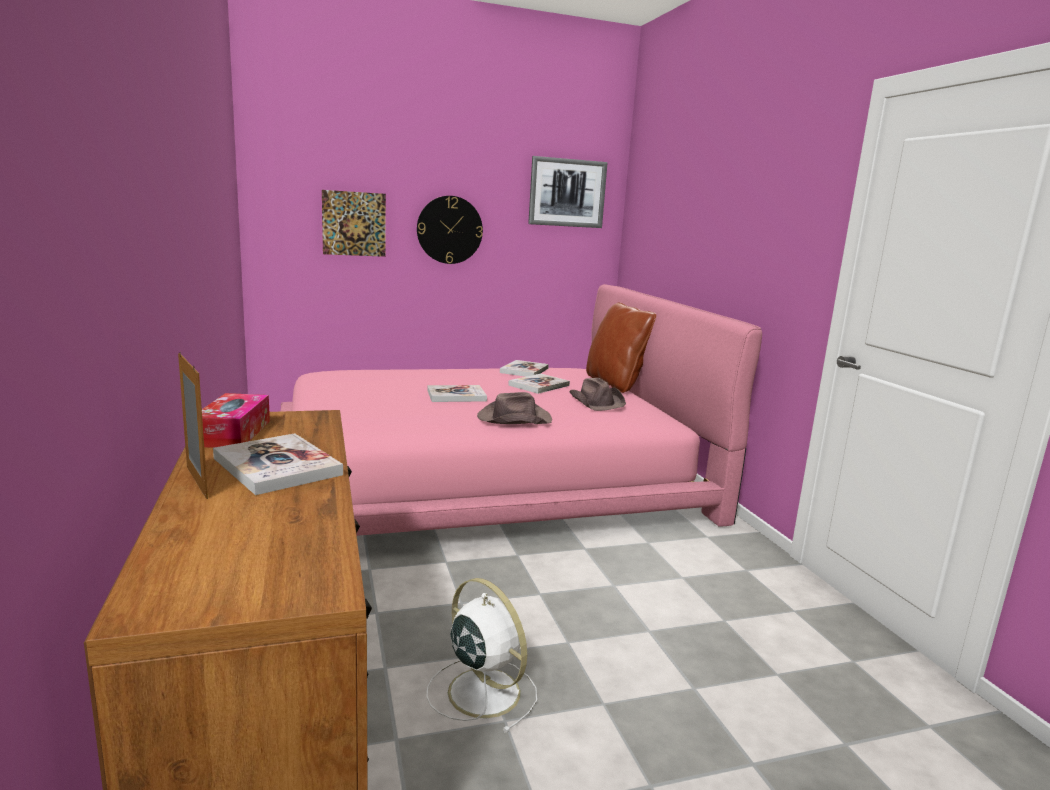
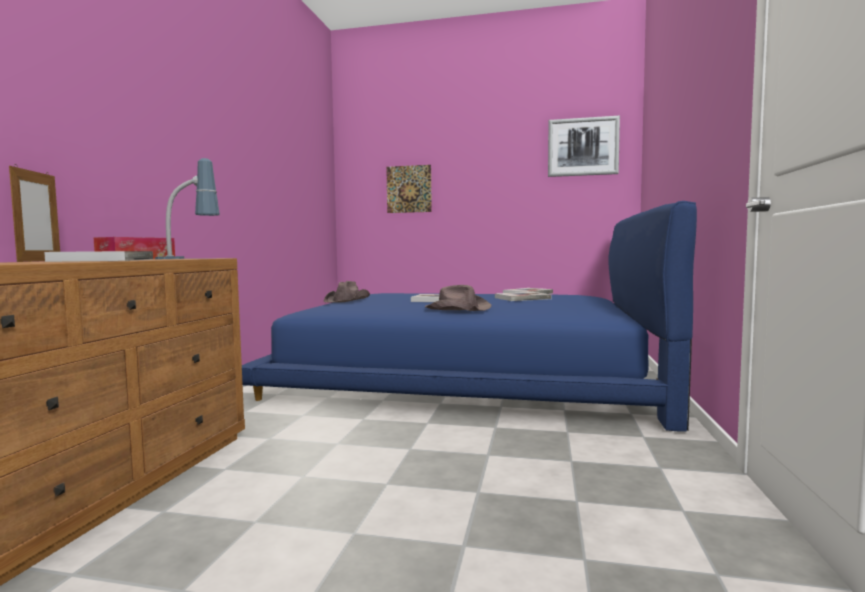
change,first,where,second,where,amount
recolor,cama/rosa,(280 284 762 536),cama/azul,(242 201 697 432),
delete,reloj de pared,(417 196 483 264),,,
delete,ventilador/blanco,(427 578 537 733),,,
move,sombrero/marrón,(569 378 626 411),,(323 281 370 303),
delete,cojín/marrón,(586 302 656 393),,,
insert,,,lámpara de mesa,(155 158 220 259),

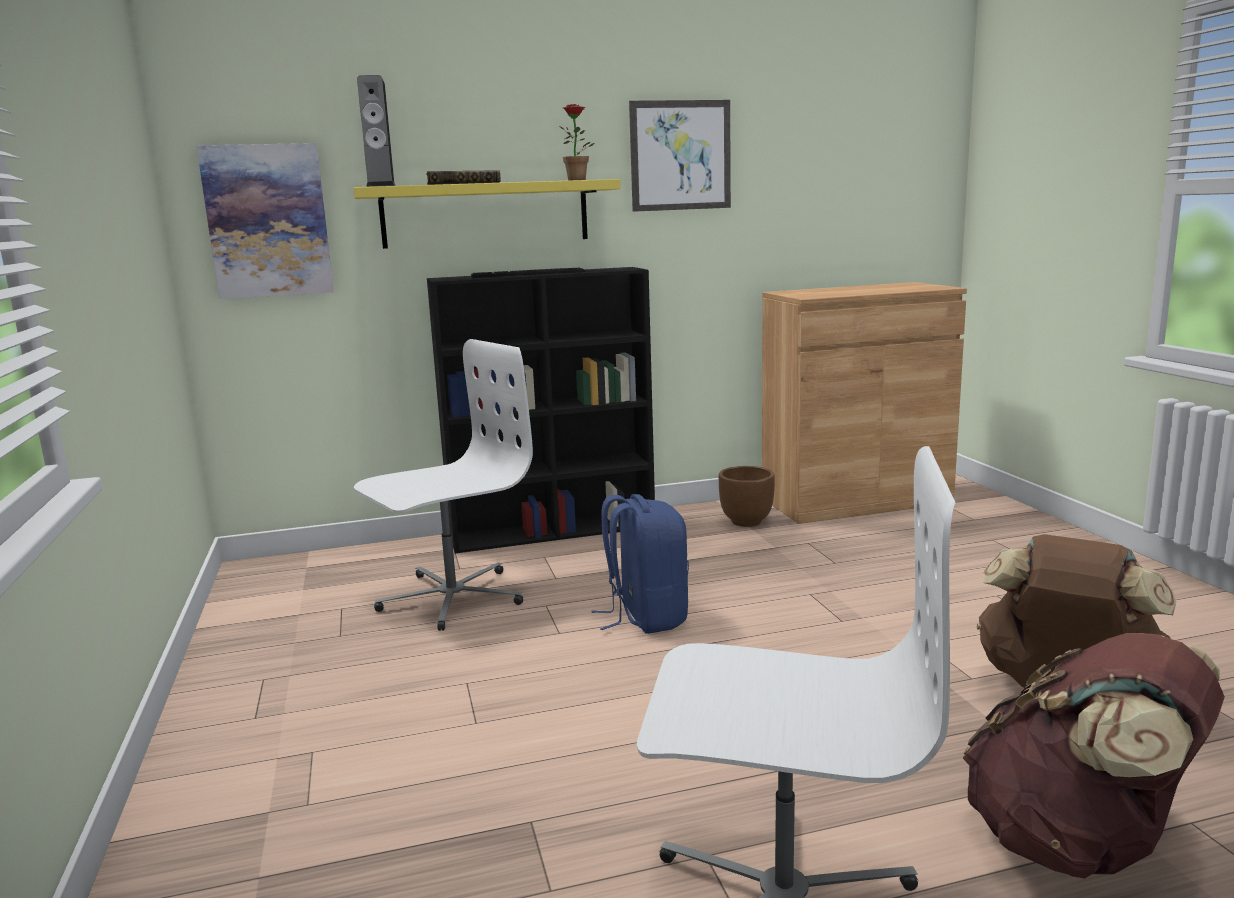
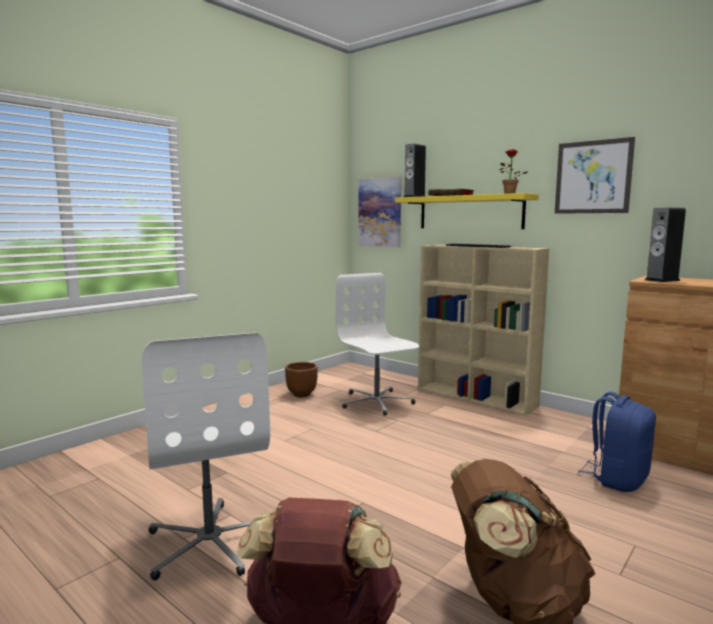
change,first,where,second,where,amount
rotate,silla de oficina/blanco,(354 339 533 631),,(336 273 420 416),135 degrees counterclockwise
recolor,estantería/negro,(427 267 655 553),estantería/beis,(418 245 549 416),
move,mochila/azul,(591 494 689 634),,(578 391 656 492),
move,maceta/marrón,(719 466 775 527),,(285 362 318 397),
insert,,,altavoz,(645 208 686 282),

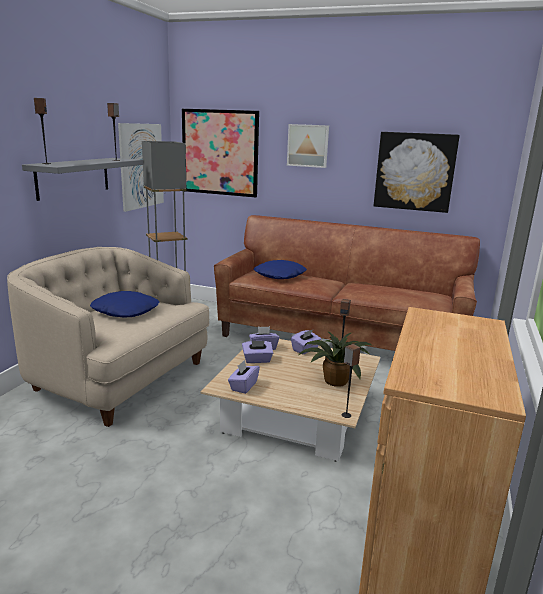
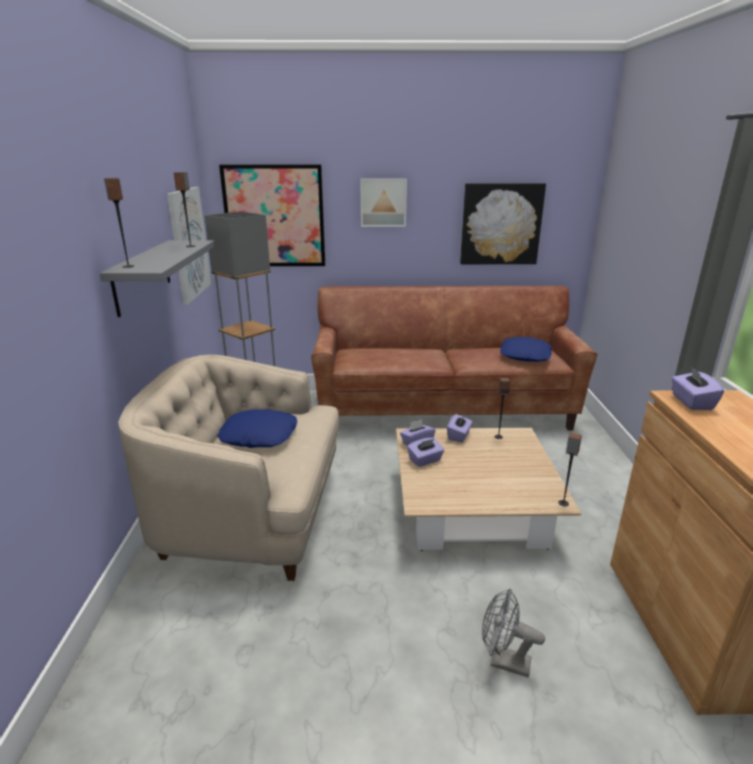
change,first,where,second,where,amount
move,caja de pañuelos/morado,(228 360 260 394),,(672 366 724 410),
move,cojín/azul,(254 260 307 279),,(500 337 552 362),
delete,planta en maceta,(299 331 373 387),,,
insert,,,ventilador/gris,(482 589 545 677),

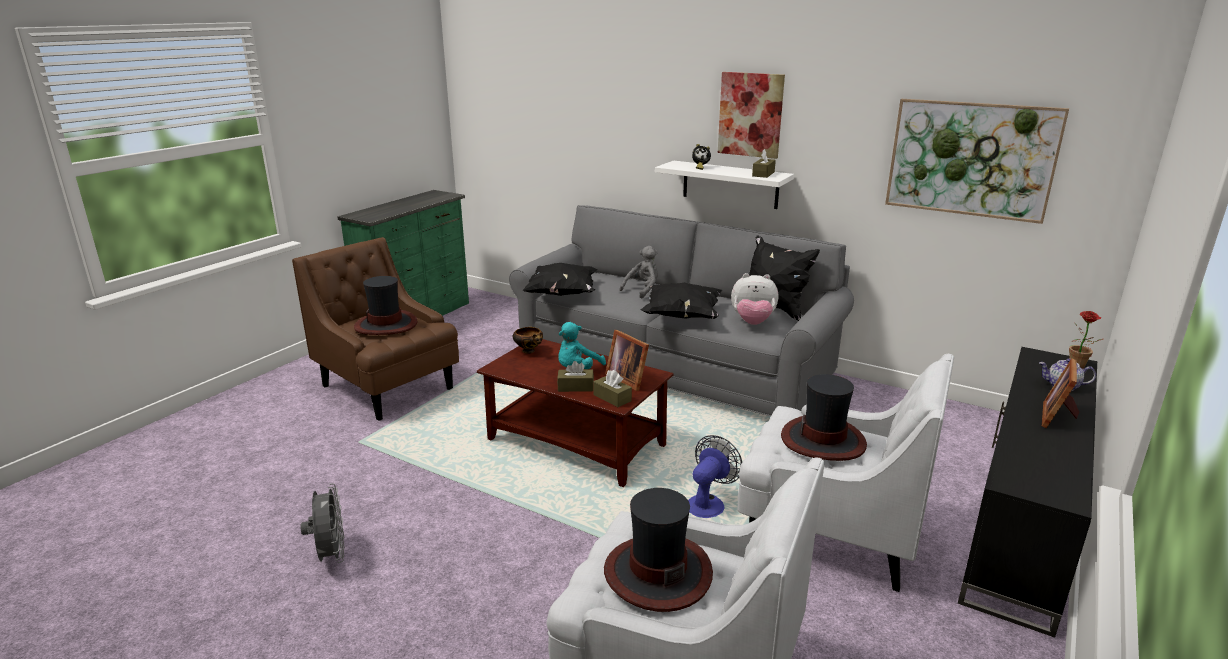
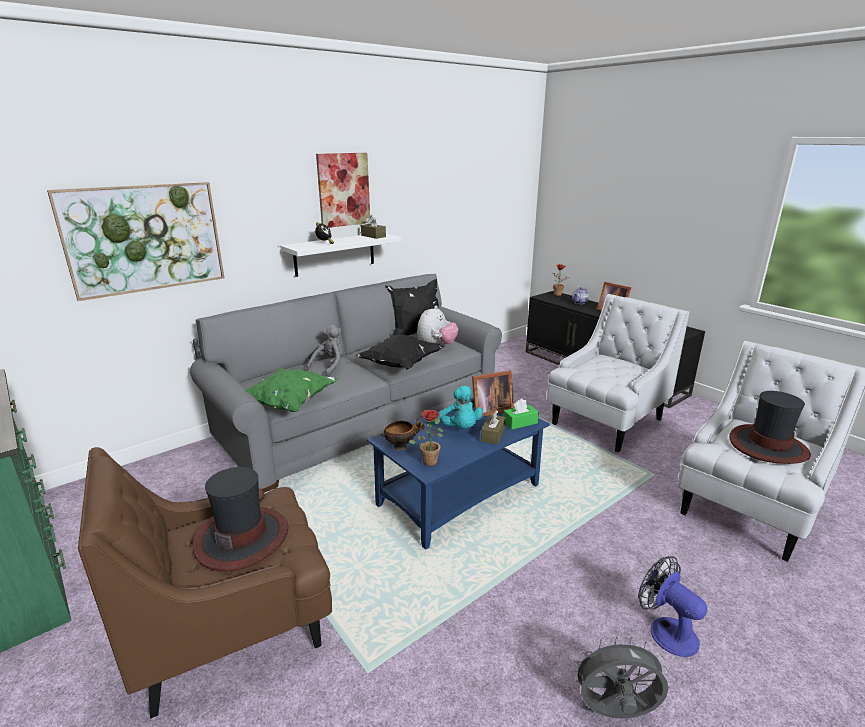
change,first,where,second,where,amount
recolor,mesa de centro/marrón,(477 339 674 487),mesa de centro/azul,(367 398 550 550),
recolor,cojín/negro,(523 263 598 296),cojín/verde,(245 368 339 412),
recolor,caja de pañuelos/marrón,(593 370 632 407),caja de pañuelos/verde,(503 399 539 430),
rotate,peluche/gris,(619 246 658 299),,(306 325 344 377),60 degrees clockwise
move,ventilador,(688 435 742 518),,(638 556 707 657),
delete,sombrero,(781 374 867 461),,,
move,cuadro,(885 99 1069 224),,(47 182 224 301),
insert,,,planta en maceta,(409 410 443 466),

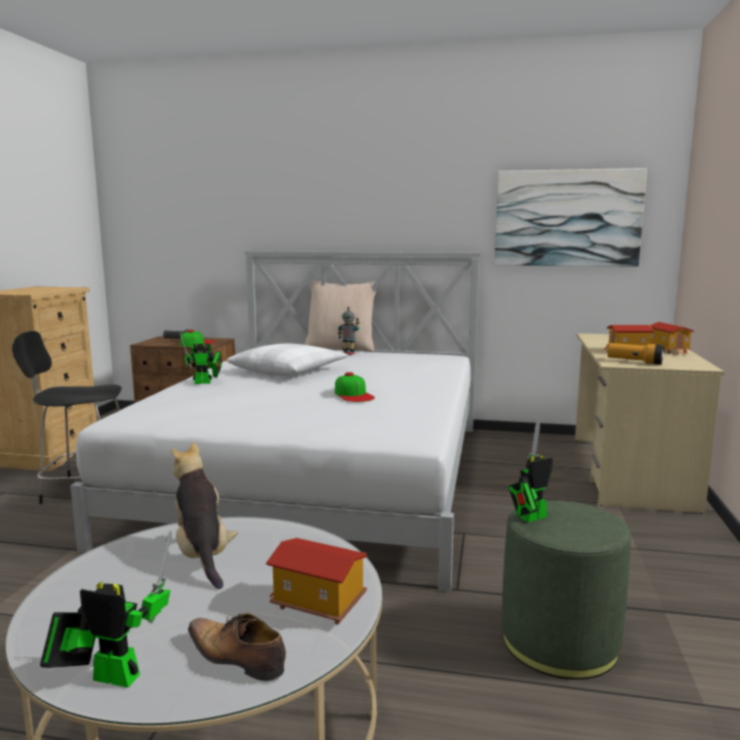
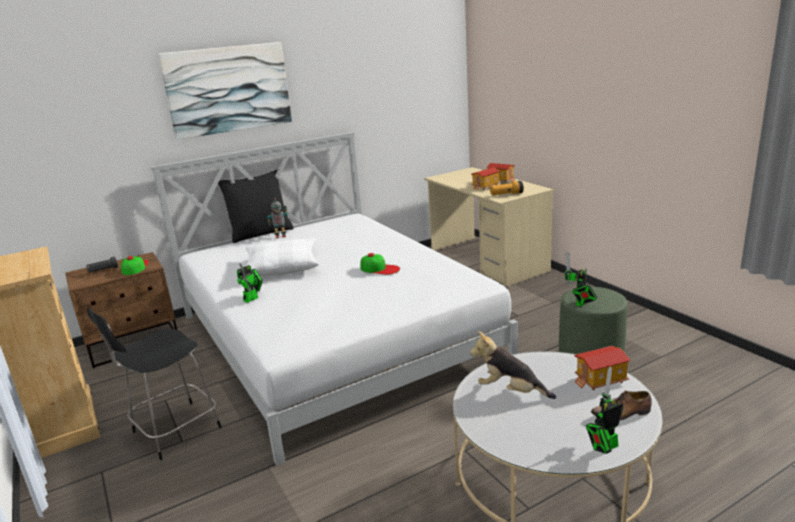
change,first,where,second,where,amount
recolor,cojín/beis,(304 280 377 352),cojín/negro,(218 170 294 243),
move,cuadro,(495 168 647 267),,(158 42 292 140),

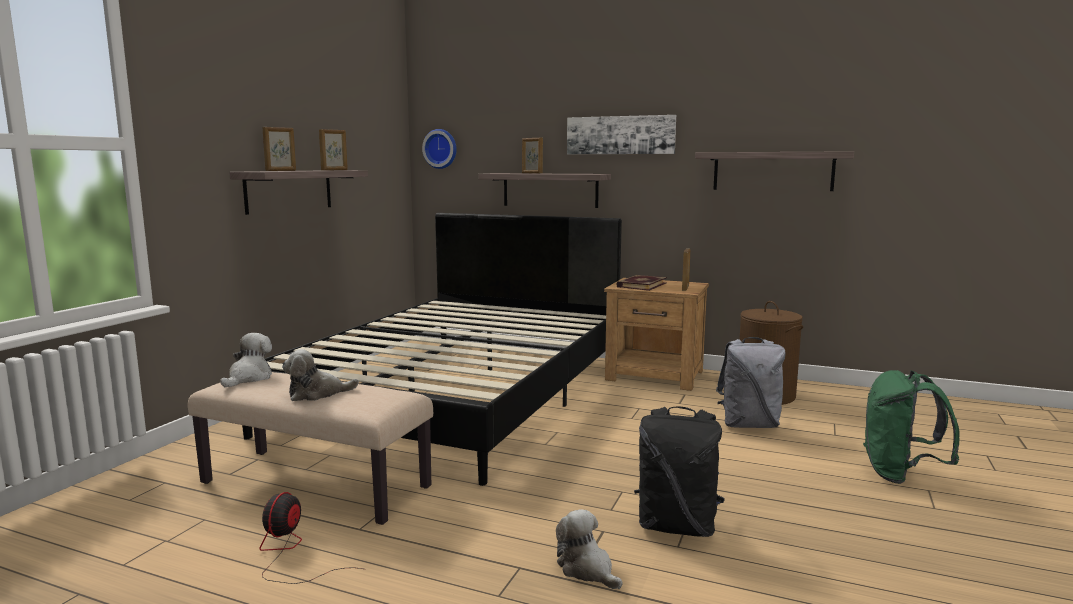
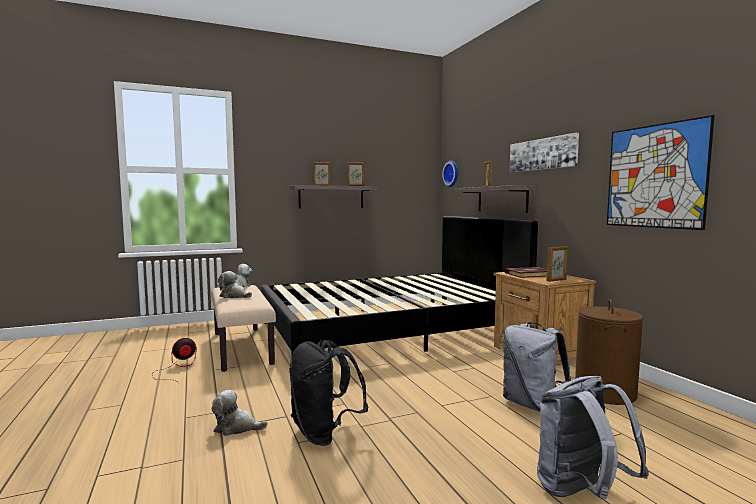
change,first,where,second,where,amount
rotate,peluche,(556 510 622 589),,(212 390 268 436),90 degrees counterclockwise
replace,estante,(695 151 854 191),cuadro,(607 115 715 230),
recolor,mochila/verde,(863 370 960 484),mochila/gris,(537 376 649 500),

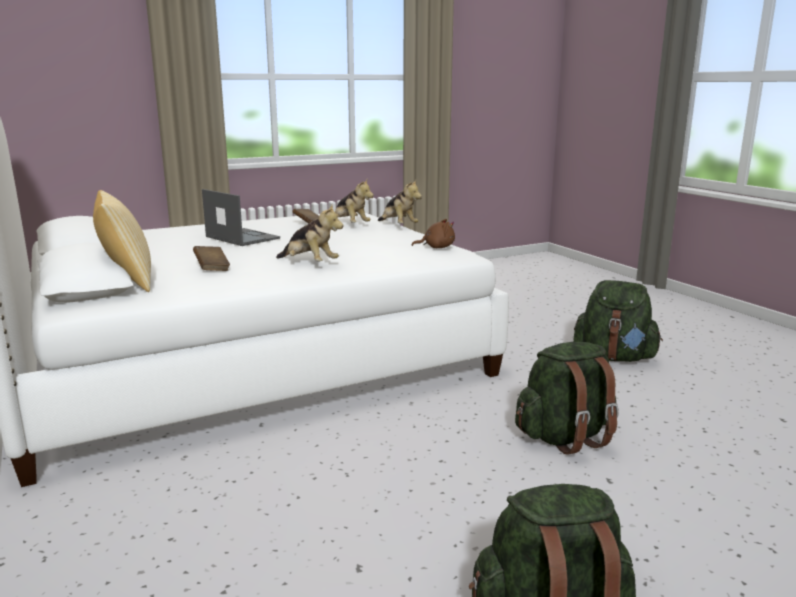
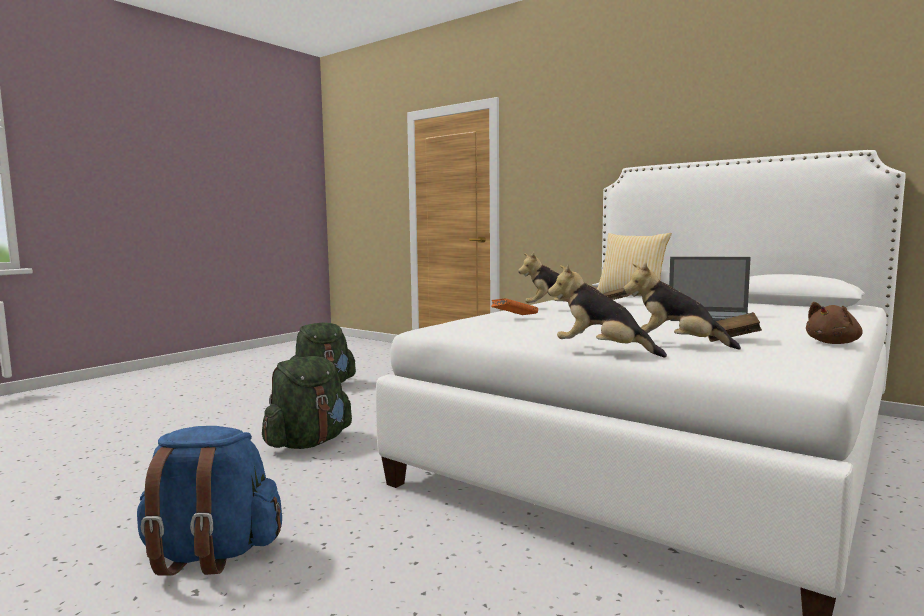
change,first,where,second,where,amount
move,peluche/marrón,(412 219 455 248),,(806 302 863 344),
recolor,mochila/verde,(574 280 663 362),mochila/azul,(137 426 282 576),
insert,,,libro/naranja,(491 298 538 315),

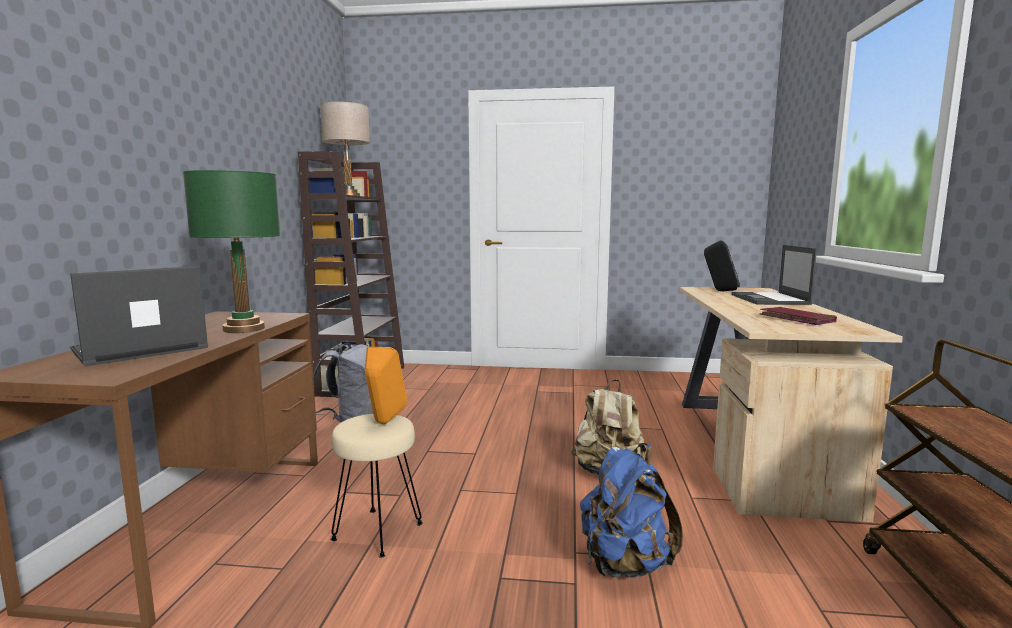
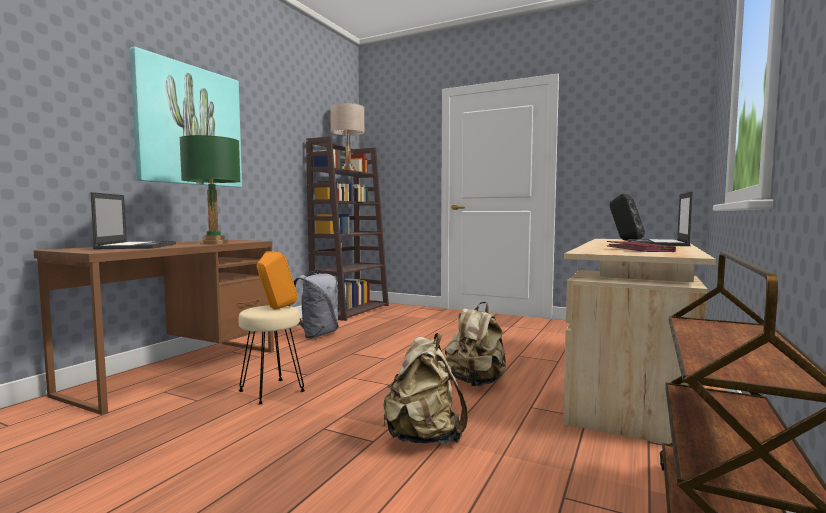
change,first,where,second,where,amount
rotate,portátil,(70 266 208 366),,(91 192 176 249),105 degrees clockwise
recolor,mochila/azul,(580 443 683 578),mochila/beis,(383 333 468 444),
insert,,,cuadro,(130 47 242 187),

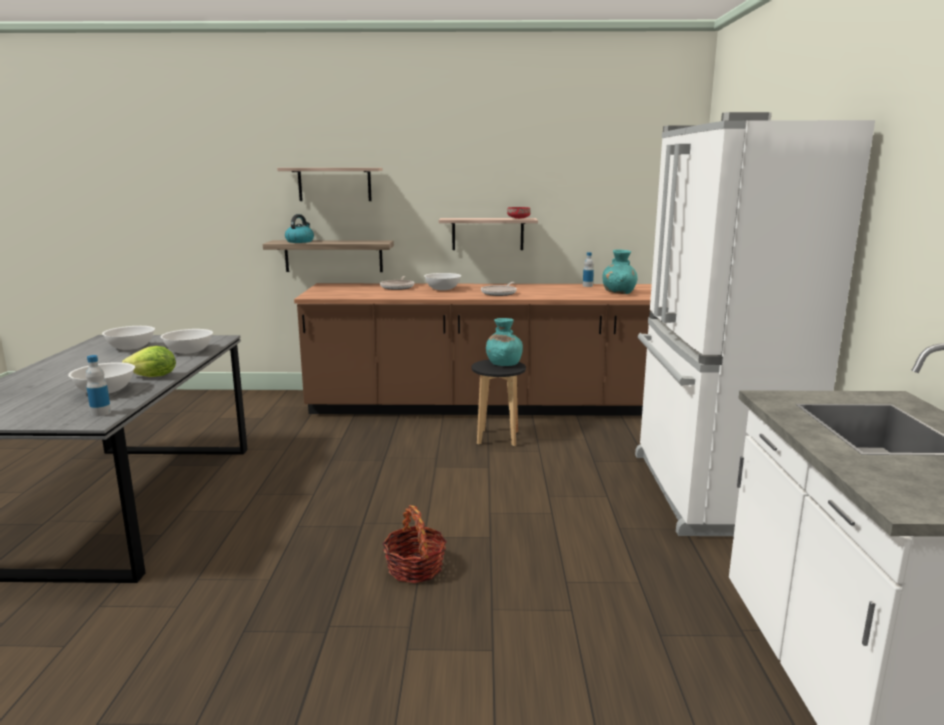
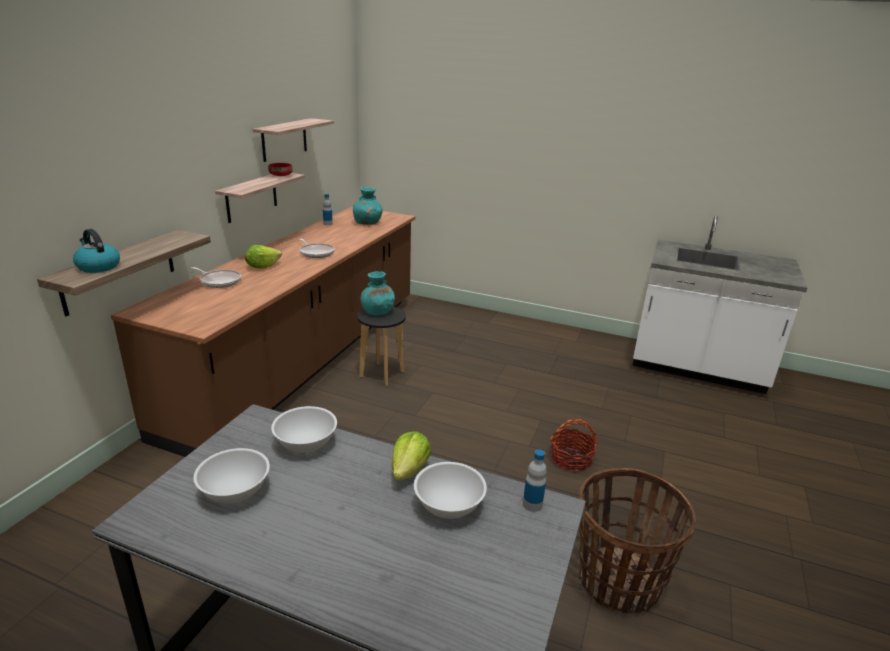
change,first,where,second,where,amount
move,estante,(277 168 382 201),,(253 118 334 162),
replace,cuenco/blanco,(424 273 461 290),lechuga,(245 245 282 269),
delete,nevera/blanco,(635 112 875 536),,,
insert,,,cesta,(579 468 695 614),

